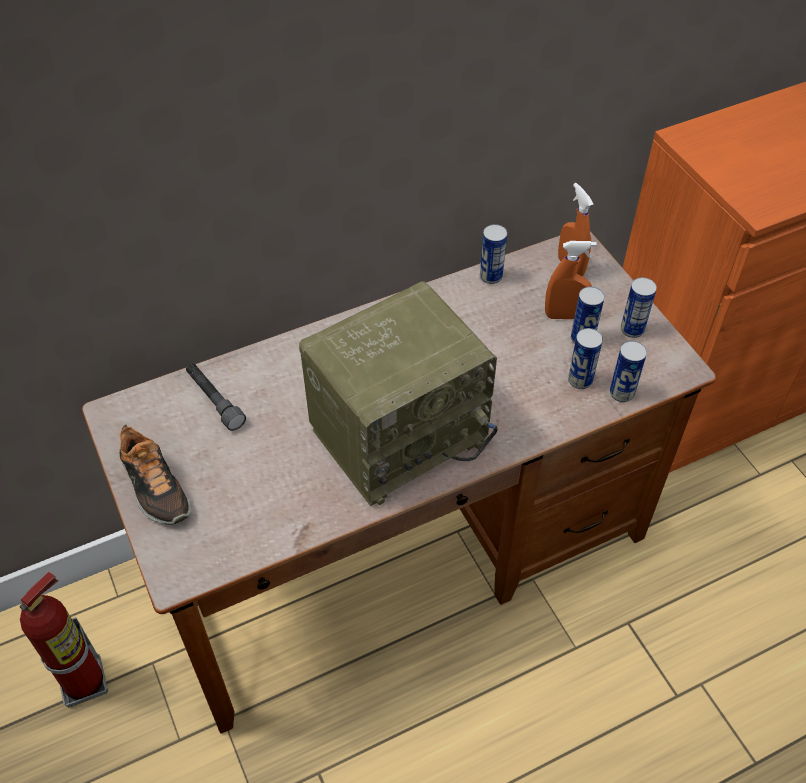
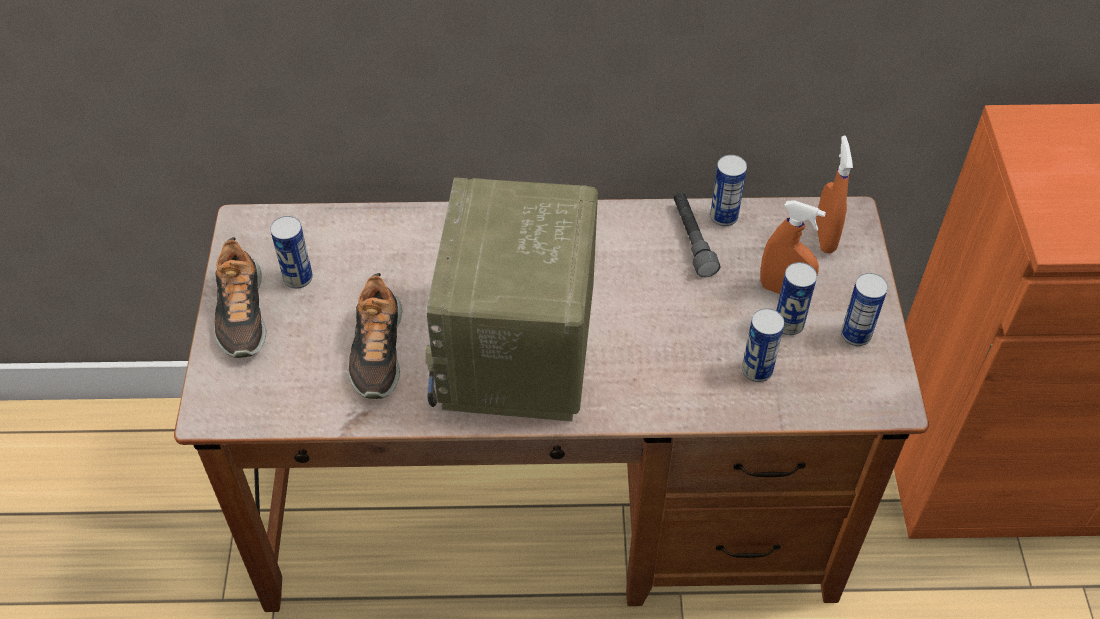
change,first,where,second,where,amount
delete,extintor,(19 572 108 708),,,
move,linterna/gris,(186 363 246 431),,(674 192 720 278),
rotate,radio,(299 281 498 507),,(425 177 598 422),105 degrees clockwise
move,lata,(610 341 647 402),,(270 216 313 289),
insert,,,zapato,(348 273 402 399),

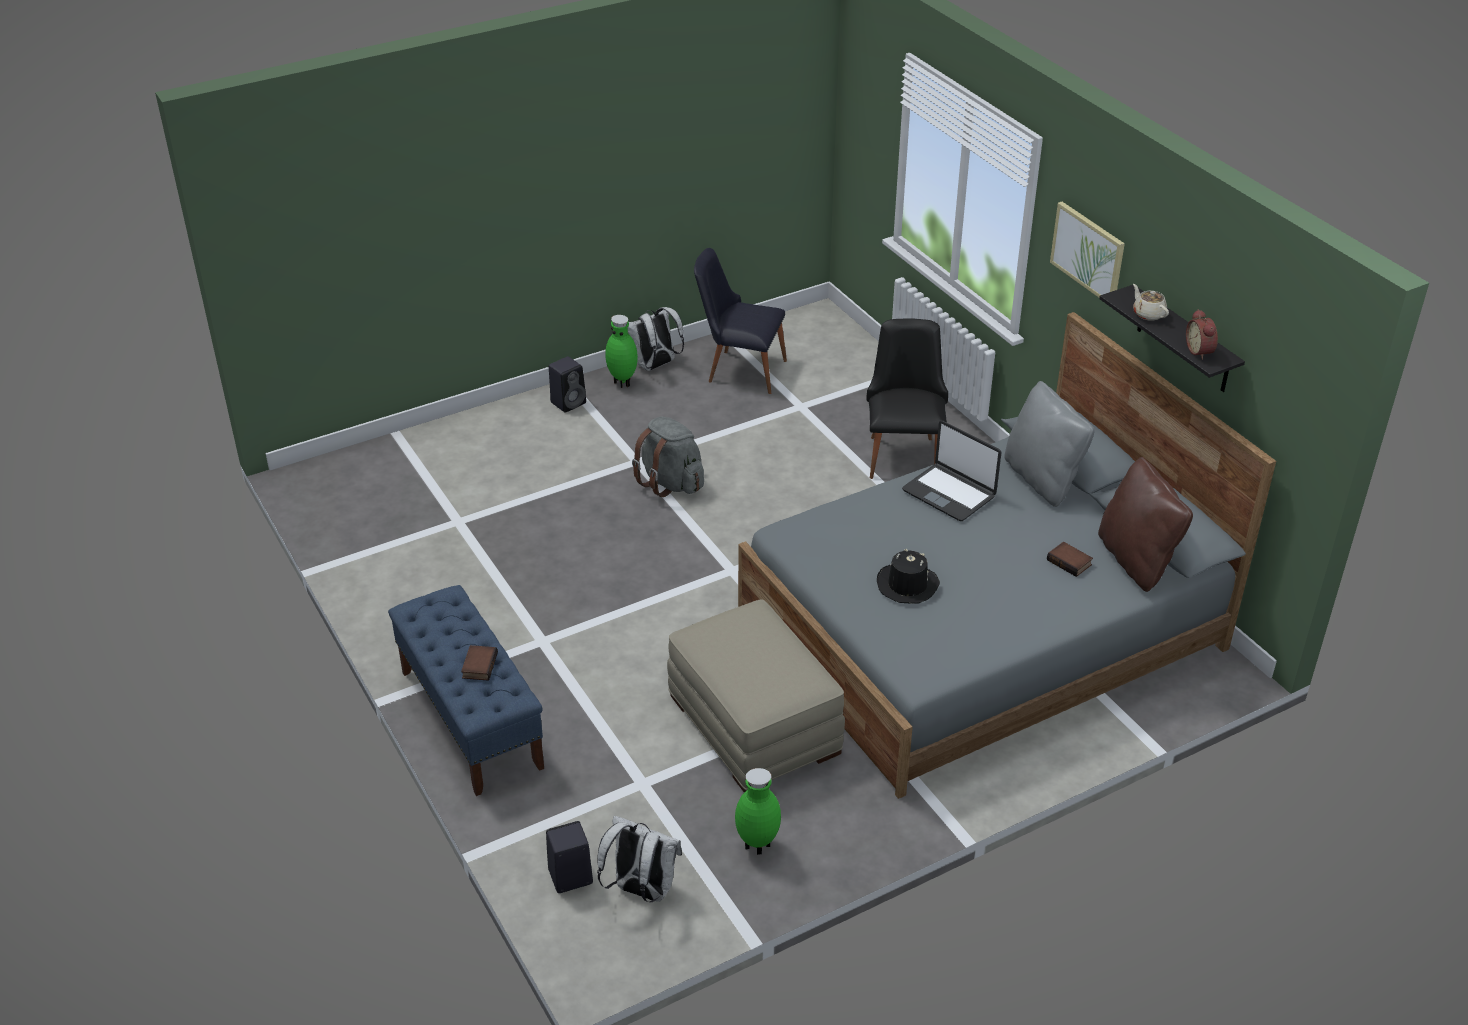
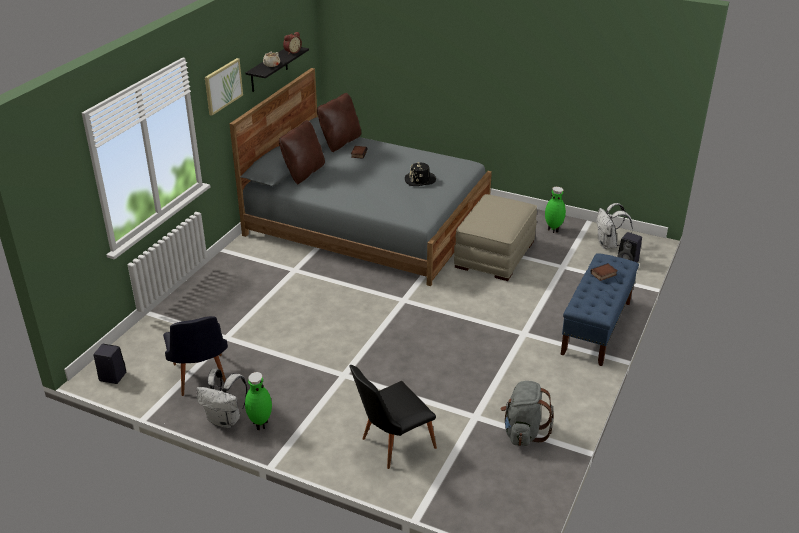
change,first,where,second,where,amount
move,altavoz/negro,(549 356 586 413),,(93 344 126 384),
move,mochila/gris,(632 417 704 497),,(500 381 553 446),
move,silla/negro,(866 318 948 479),,(349 365 437 469),
delete,portátil,(902 421 1002 521),,,
recolor,cojín/gris,(1004 381 1094 507),cojín/marrón,(279 120 325 184),

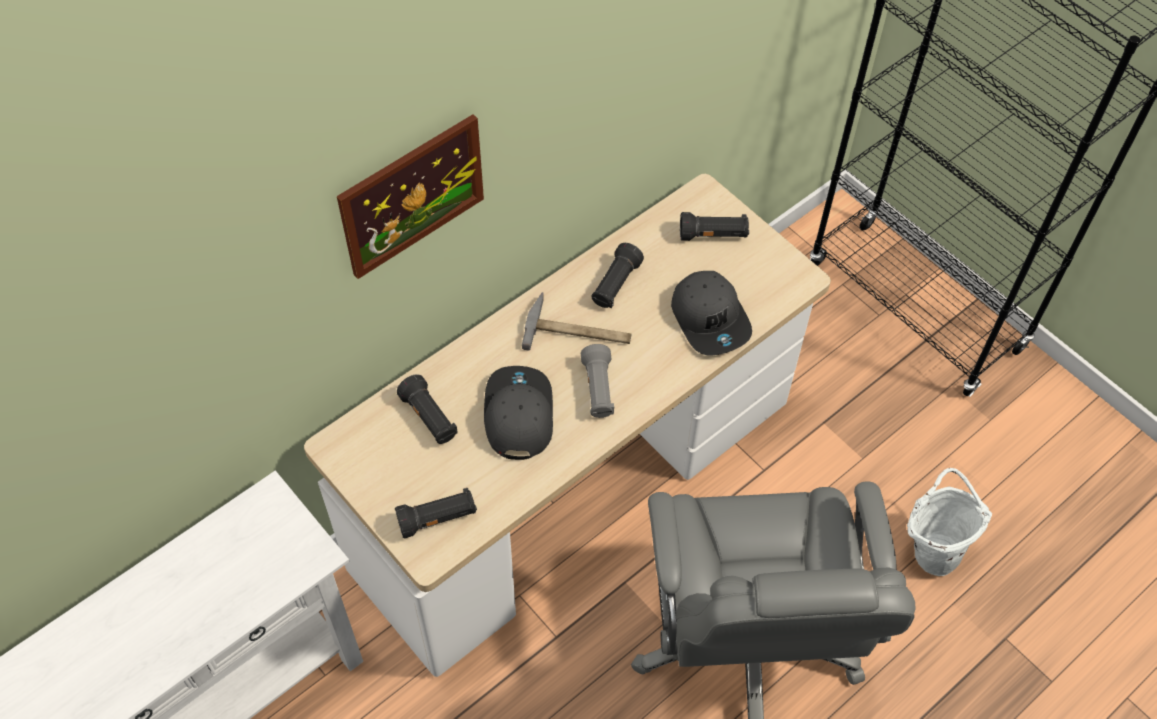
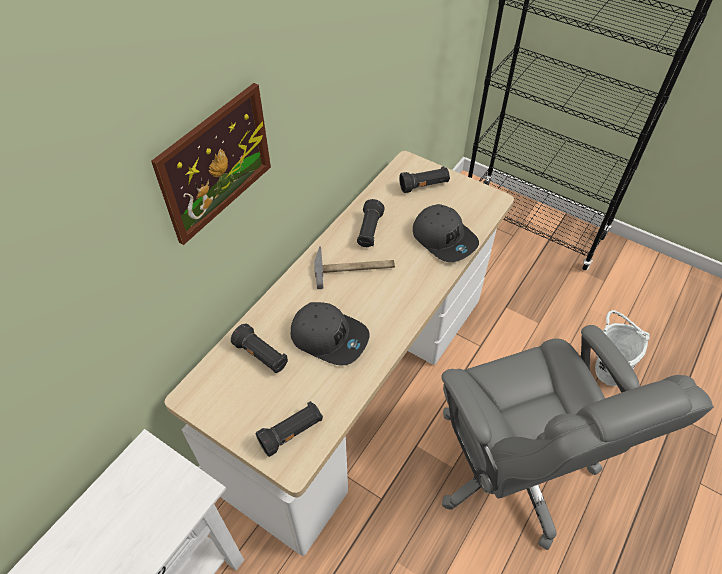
change,first,where,second,where,amount
rotate,gorra/gris,(484 366 553 460),,(291 302 370 366),135 degrees clockwise
delete,linterna/gris,(581 344 615 418),,,

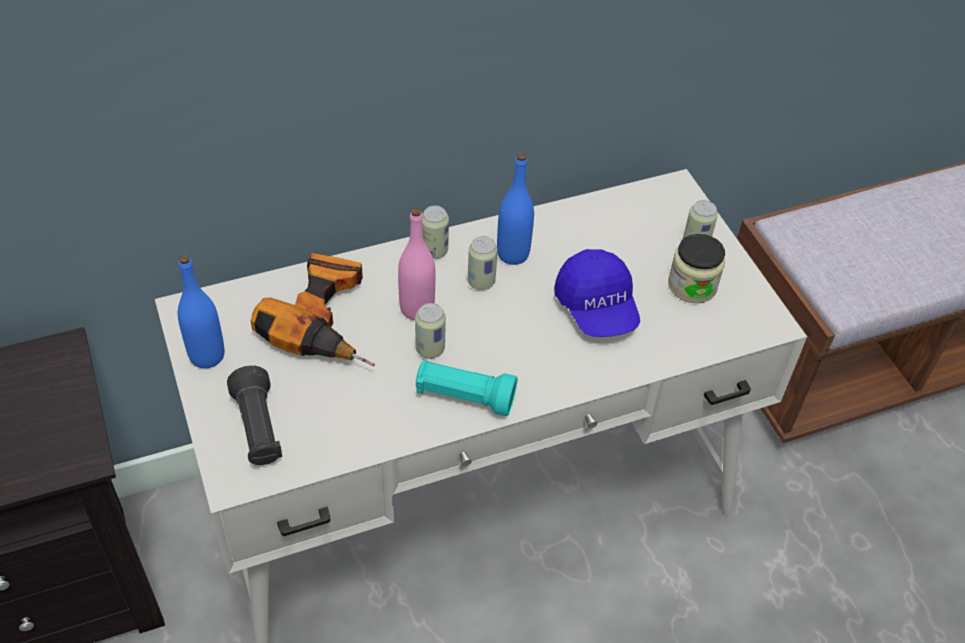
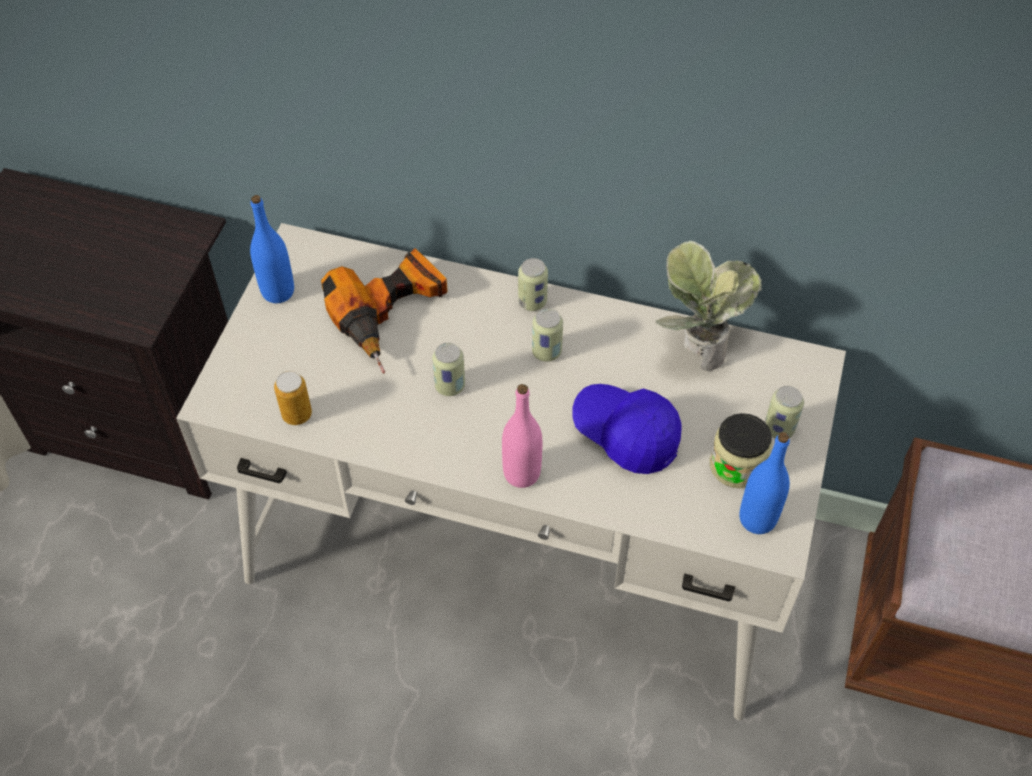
change,first,where,second,where,amount
delete,linterna/negro,(227 365 282 465),,,
move,botella/rosa,(398 208 435 320),,(502 384 542 488),
delete,linterna/turquesa,(416 360 518 416),,,
move,botella/azul,(497 153 534 265),,(740 432 790 534),
rotate,gorra/azul,(554 249 640 337),,(573 384 682 474),105 degrees clockwise
insert,,,lata,(274 371 312 425),
insert,,,planta en maceta,(656 241 762 371),

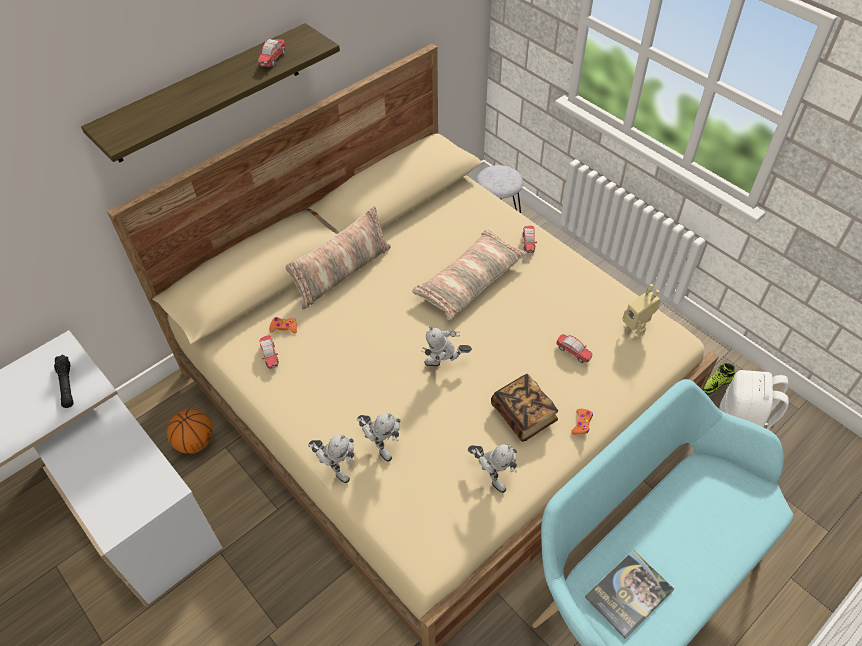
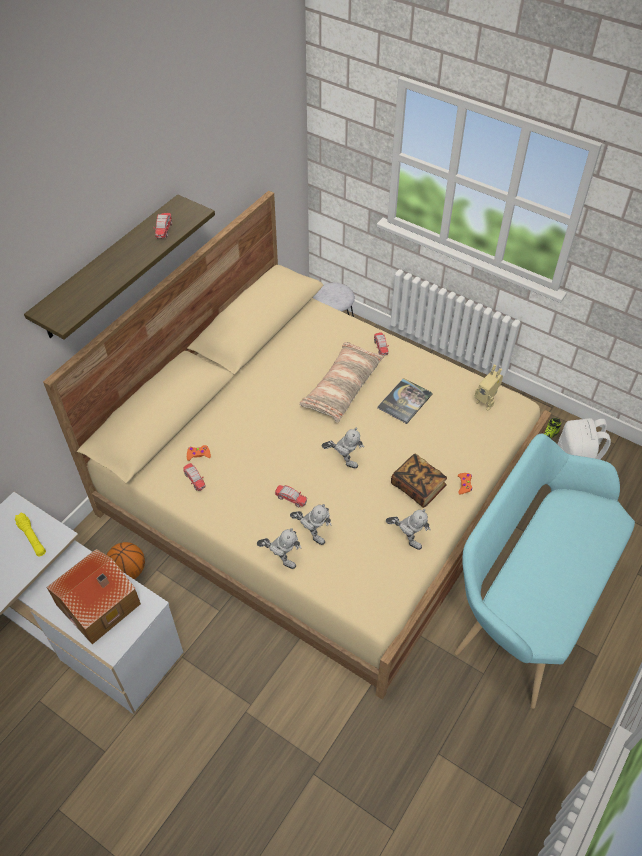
change,first,where,second,where,amount
recolor,linterna/negro,(54 355 74 408),linterna/amarillo,(15 513 46 557),
delete,cojín,(285 206 391 309),,,
rotate,robot de juguete,(421 326 472 366),,(322 427 364 468),135 degrees counterclockwise
move,coche de juguete,(556 334 593 363),,(275 485 307 507),
move,libro,(585 550 674 638),,(378 378 433 424),
insert,,,casita,(46 549 141 644),

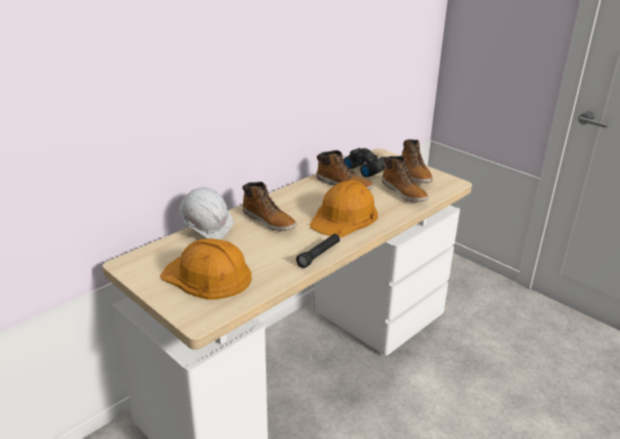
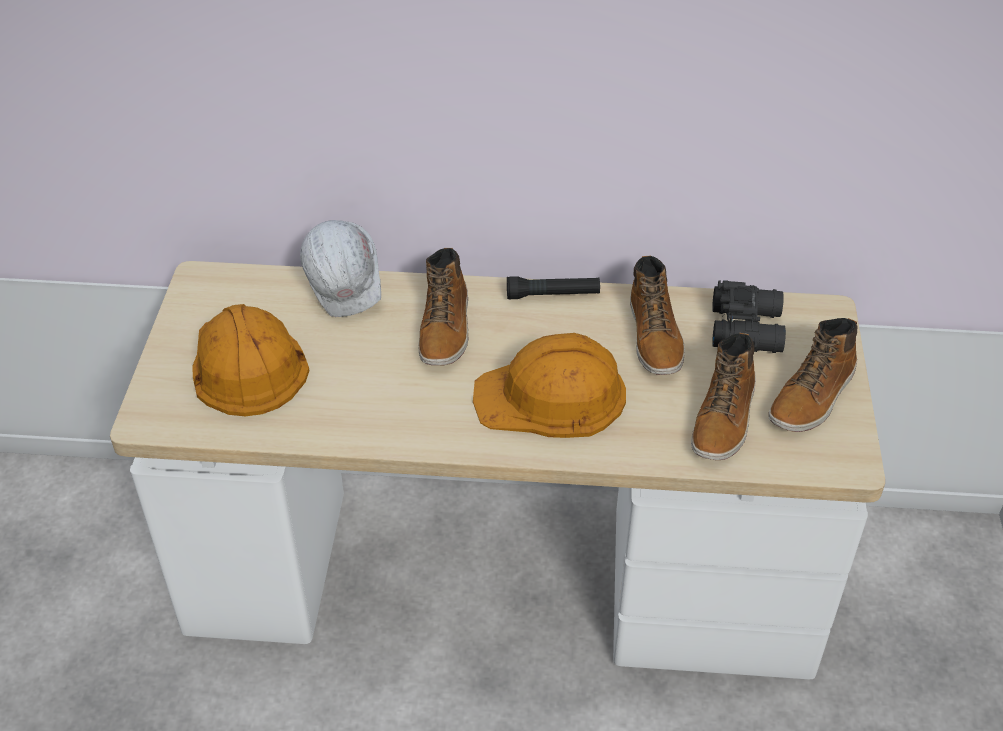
change,first,where,second,where,amount
move,linterna/negro,(296 234 340 268),,(507 276 600 299),

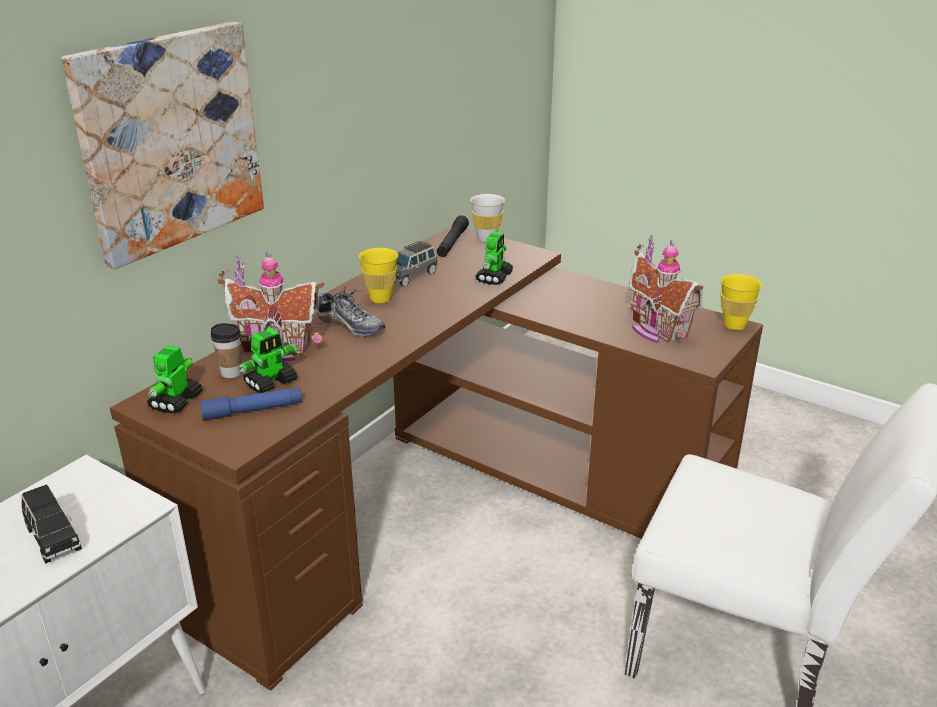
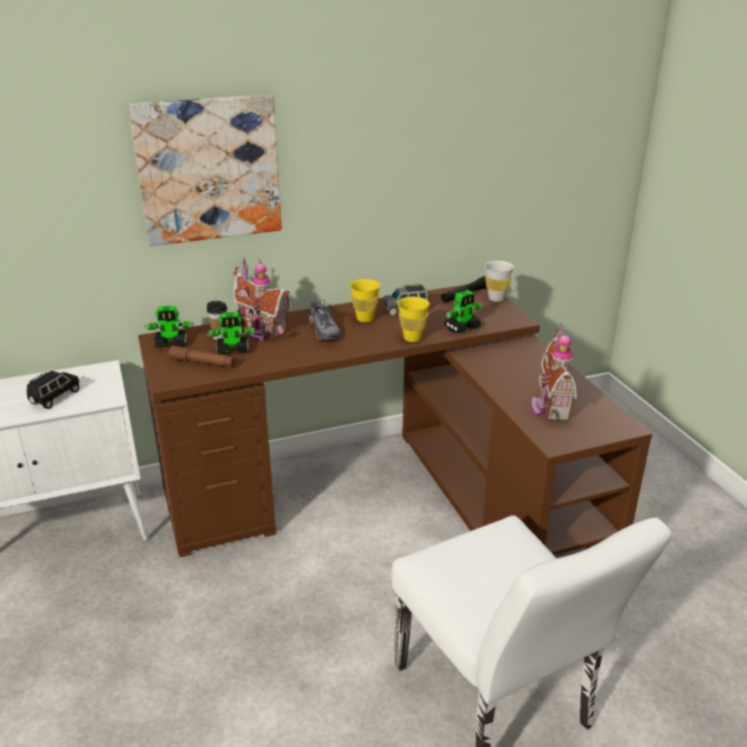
change,first,where,second,where,amount
rotate,coche de juguete/negro,(22 484 82 564),,(27 371 80 409),150 degrees counterclockwise
rotate,robot de juguete,(147 346 203 413),,(144 306 194 347),150 degrees counterclockwise
recolor,linterna/azul,(200 388 302 420),linterna/marrón,(168 346 235 367),
move,taza/amarillo,(720 274 762 330),,(397 297 430 342),

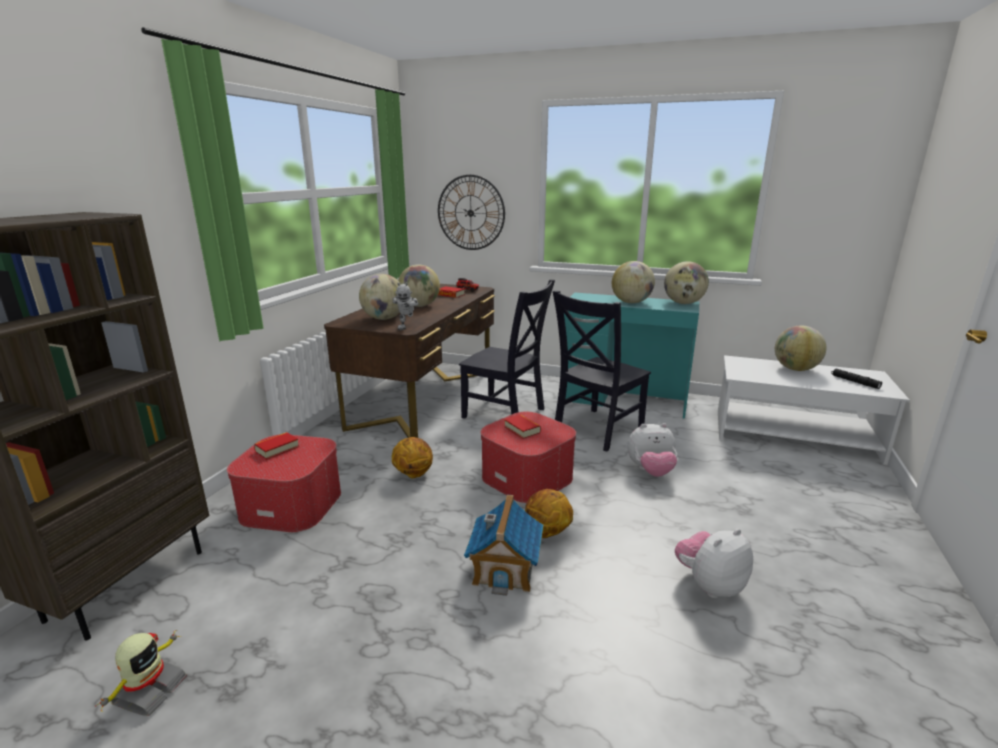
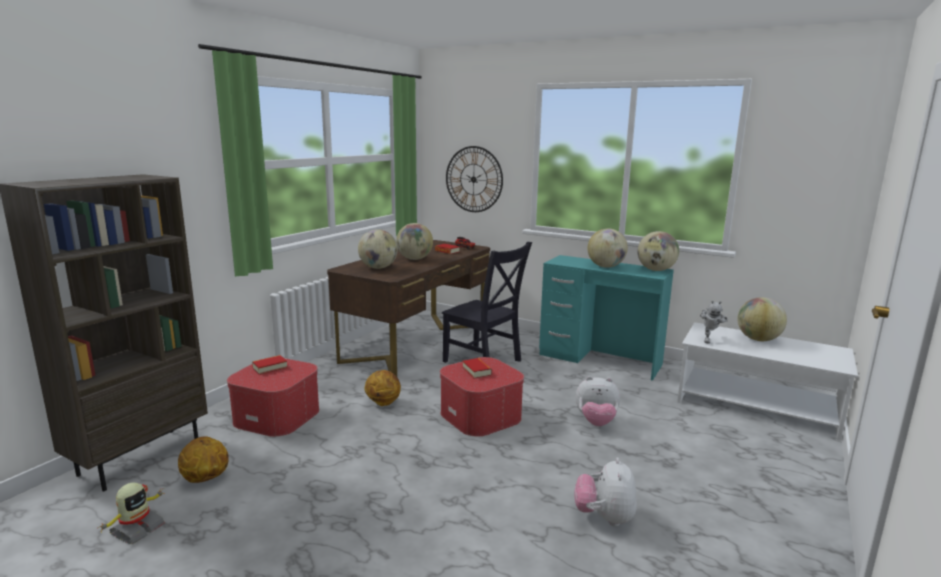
change,first,where,second,where,amount
move,robot de juguete,(393 282 419 330),,(700 301 728 343),
delete,casita,(464 495 543 596),,,
move,balón de baloncesto,(525 489 573 538),,(178 436 229 483),
delete,silla/negro,(553 290 651 451),,,
rotate,peluche,(675 529 753 598),,(575 457 637 527),60 degrees counterclockwise
delete,linterna/negro,(831 369 882 389),,,

